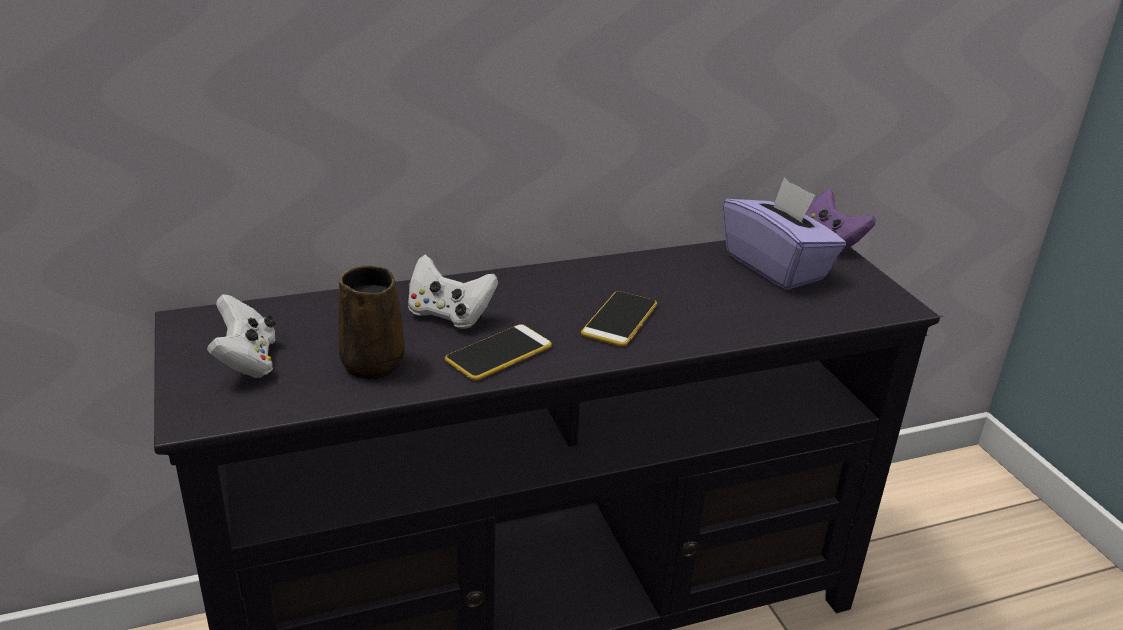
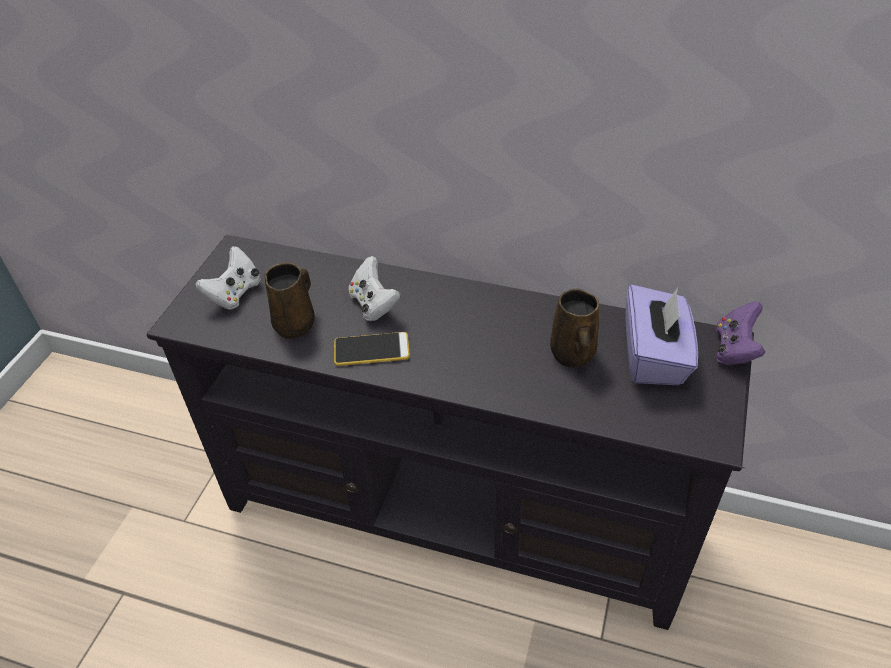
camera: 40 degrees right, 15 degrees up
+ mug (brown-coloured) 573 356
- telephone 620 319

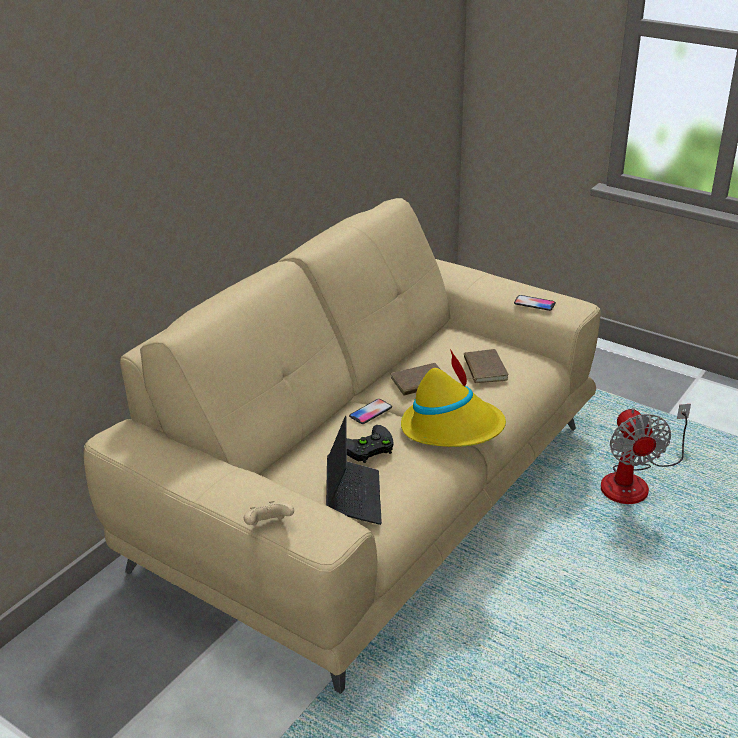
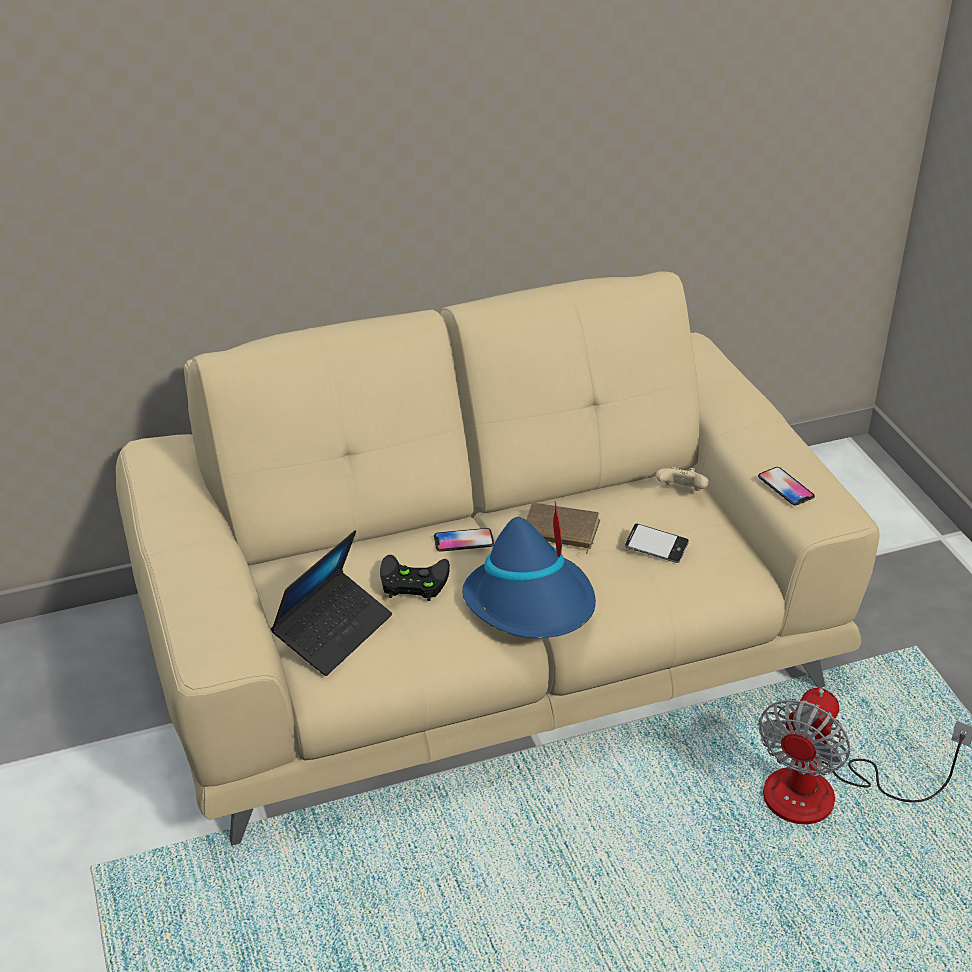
camera: 35 degrees right, 5 degrees up
~ wearable hat (yellow-coloured) 452 428 to wearable hat (blue) 531 604
~ volume (brown-coloured) 483 369 to telephone 656 547
~ joypad (beige) 268 526 to 682 492

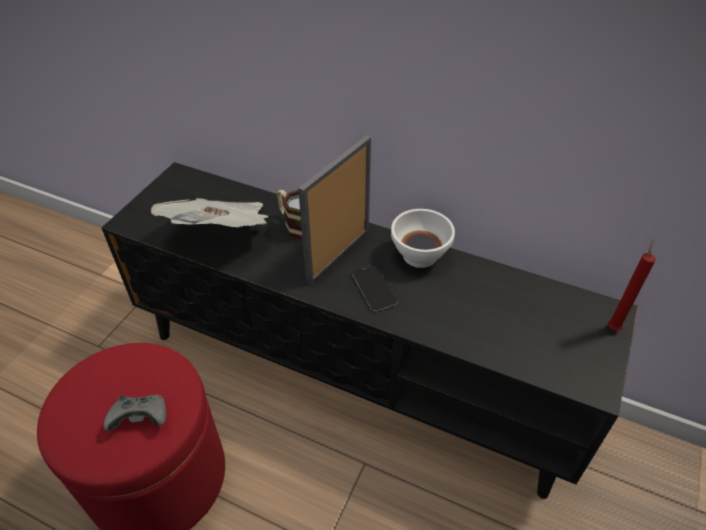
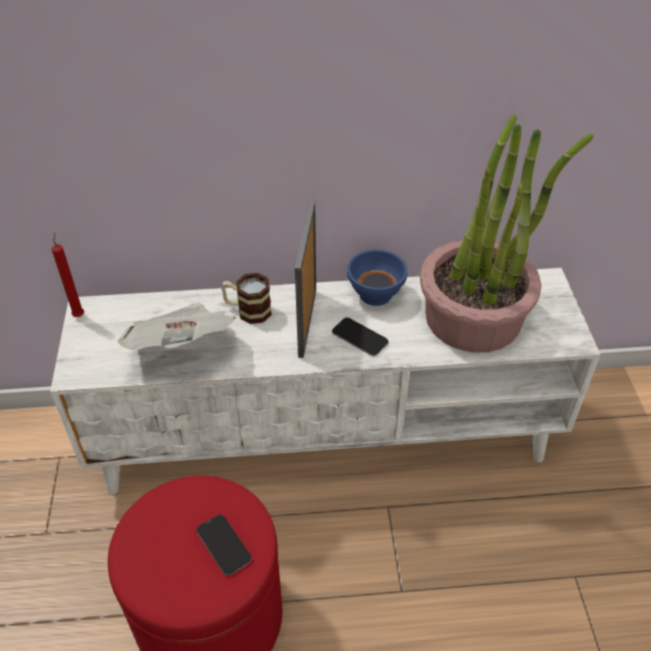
camera: 30 degrees left, 0 degrees up
~ tv unit (black-coloured) 355 373 to tv unit (white-coloured) 327 435
~ wax light (red-coloured) 613 327 to 79 315
~ joypad (greyish) 141 419 to telephone 224 545
~ bowl (white-coloured) 418 255 to bowl (blue) 374 294
+ plant in a pot 474 317

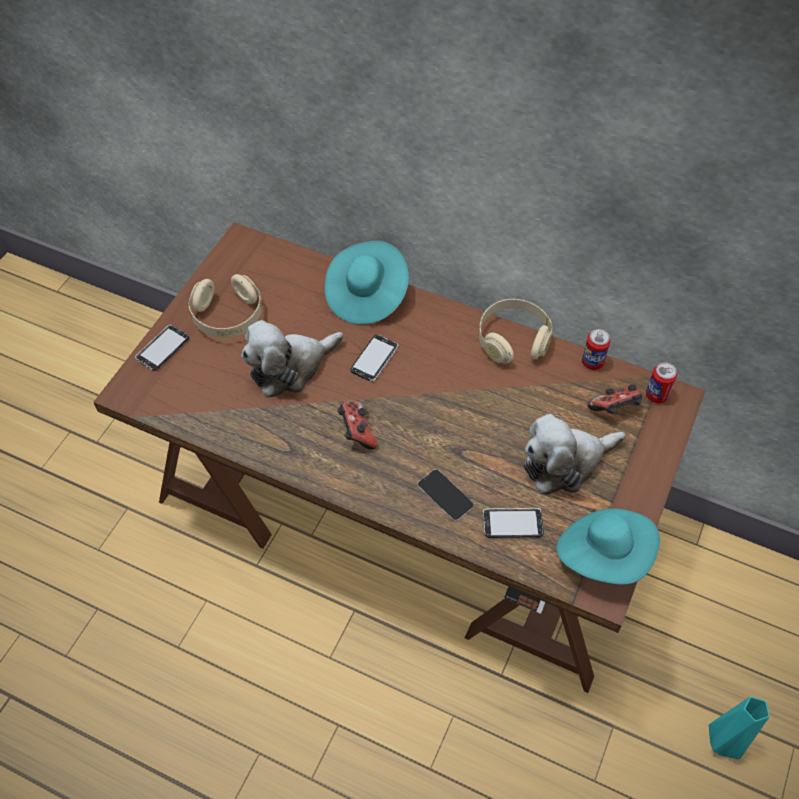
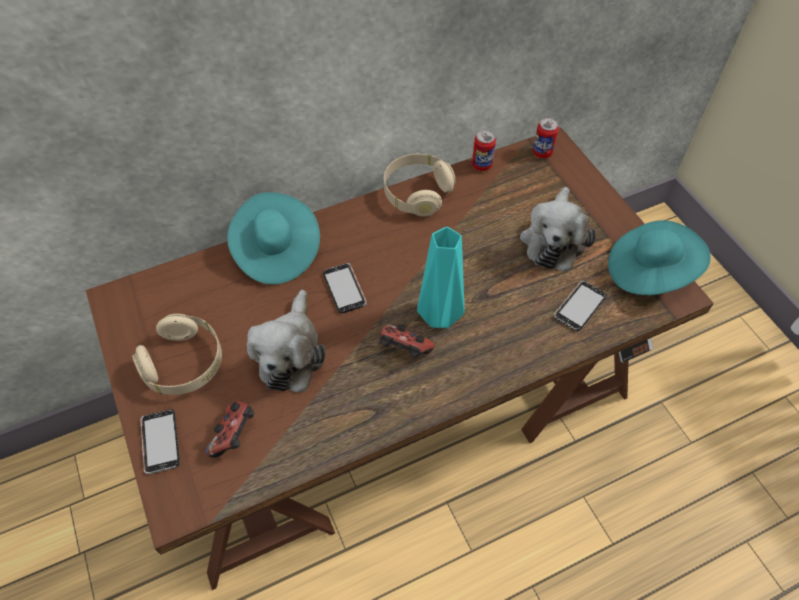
camera: 50 degrees left, 0 degrees up
~ joypad 614 409 to 235 435
~ flower vase (turquoise-coloured) 725 742 to 441 315
- telephone 445 495

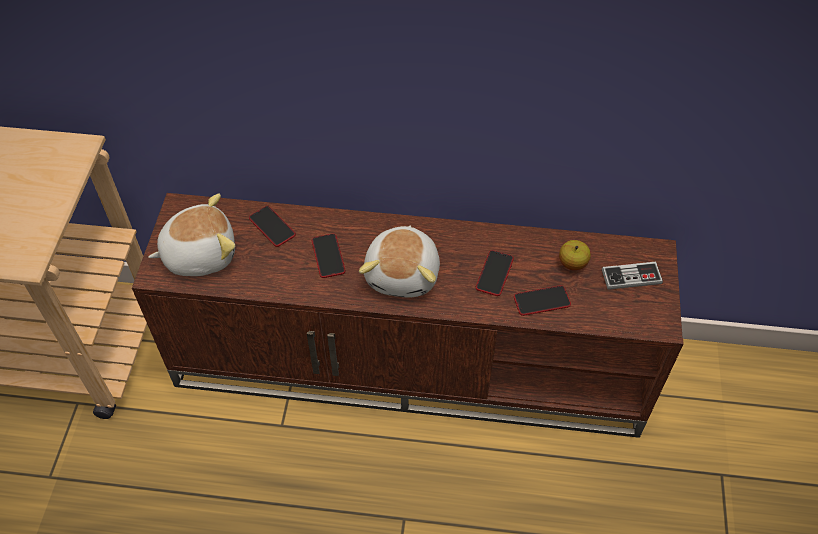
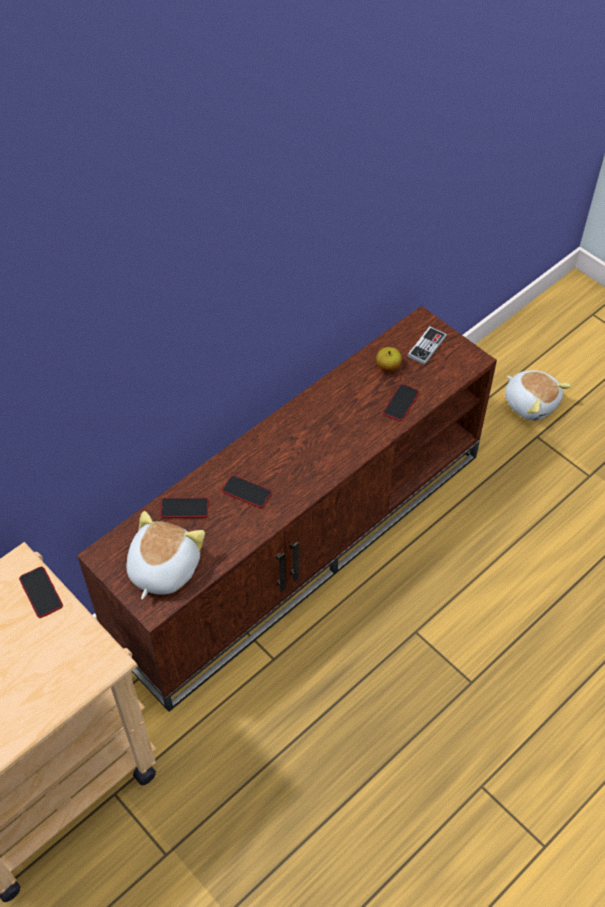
camera: 50 degrees left, 0 degrees up
~ telephone 494 273 to 41 592
~ soft toy 404 273 to 531 403

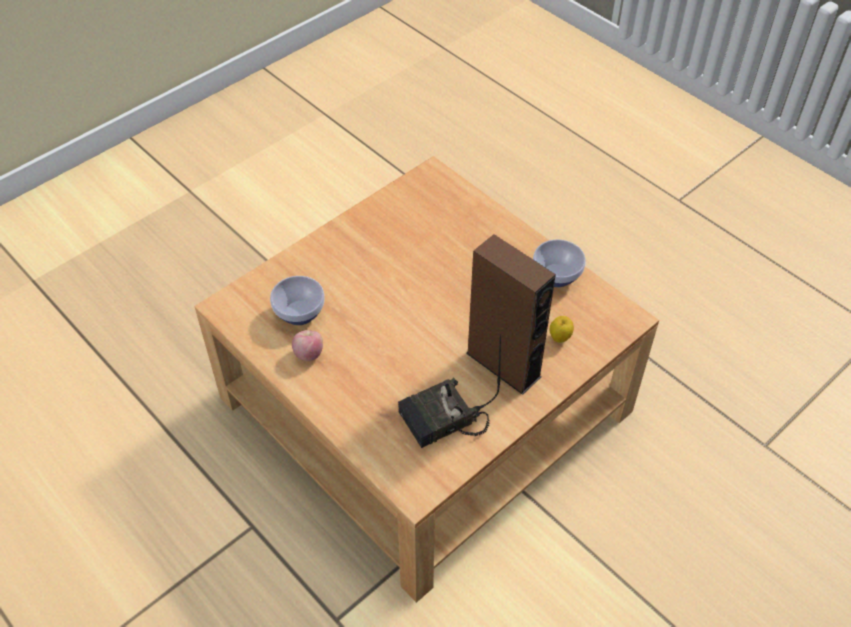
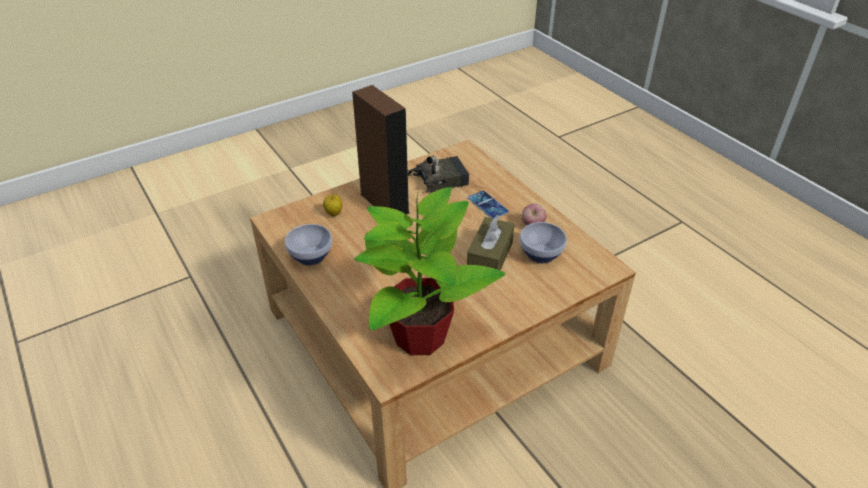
camera: 170 degrees left, 10 degrees down
+ plant in a pot 420 335
+ box of tissues (brown-coloured) 490 256
+ telephone 488 205

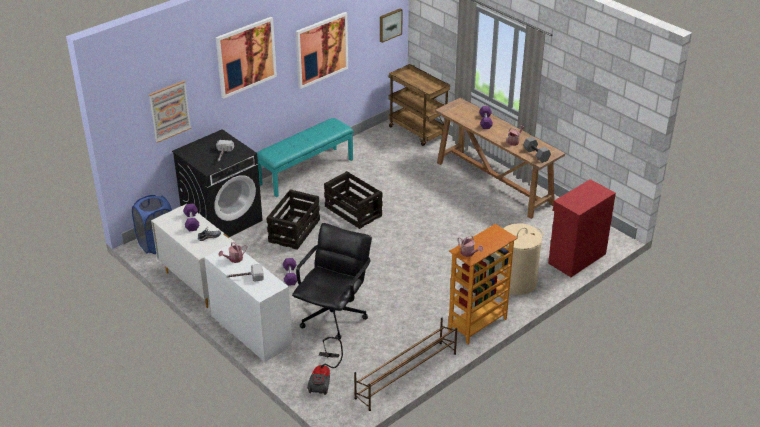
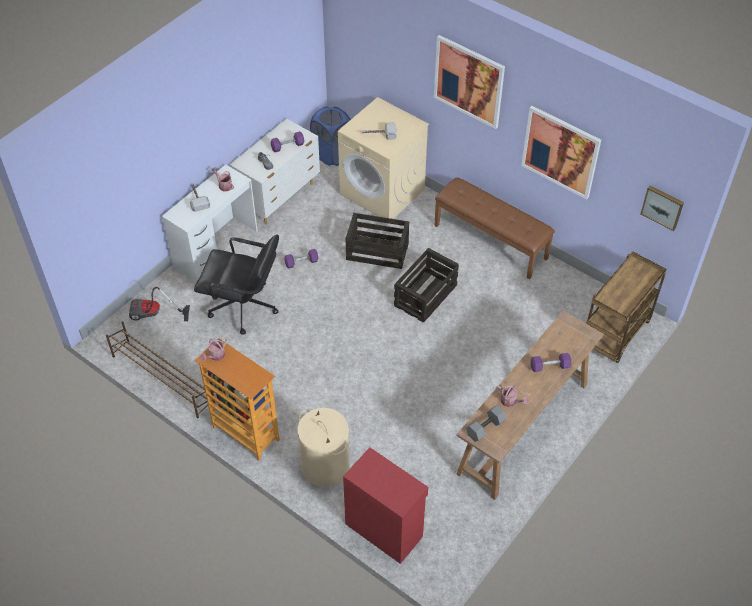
camera: 80 degrees right, 15 degrees up
~ laundry appliance (black-coloured) 222 220 to laundry appliance (beige) 383 192
~ indoor bench (turquoise-coloured) 306 171 to indoor bench (brown-coloured) 491 241
- wall art 169 111

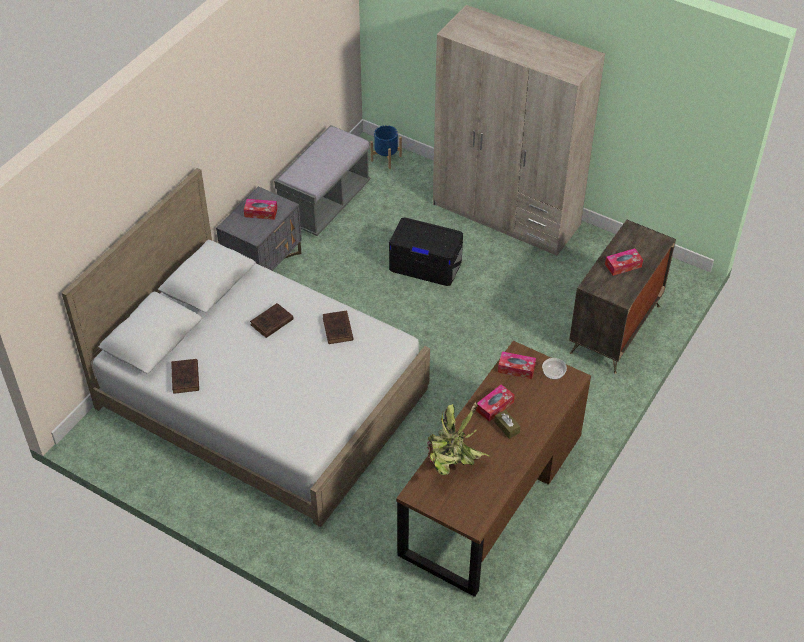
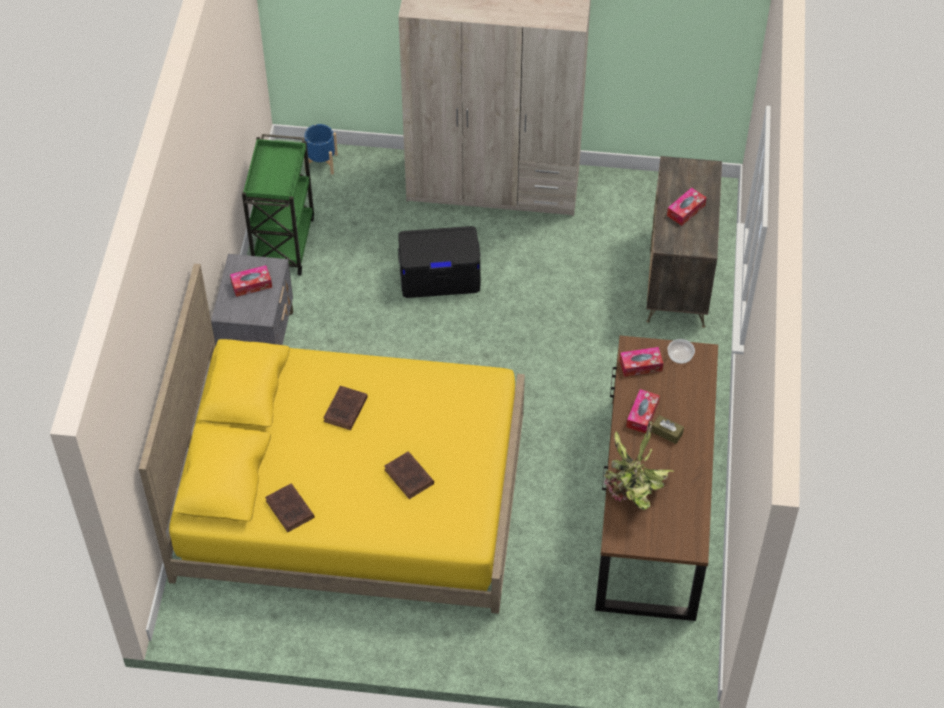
camera: 25 degrees left, 5 degrees up
~ bedroom bed (white-coloured) 263 397 to bedroom bed (yellow-coloured) 351 495
~ indoor bench (greyish) 325 203 to trolley (green) 283 242
~ volume (brown-coloured) 338 330 to 409 477

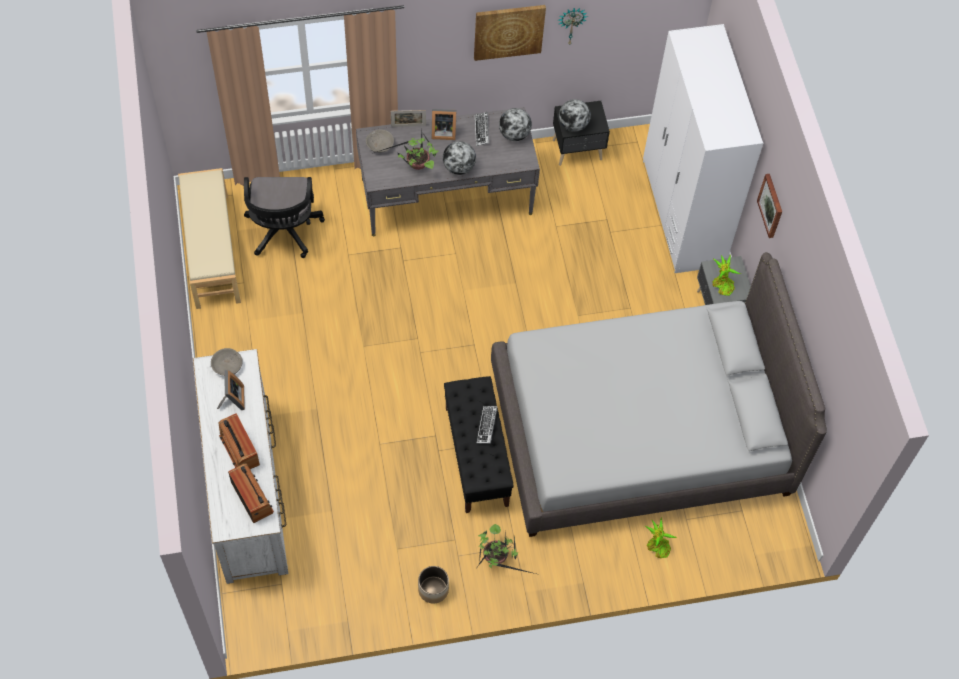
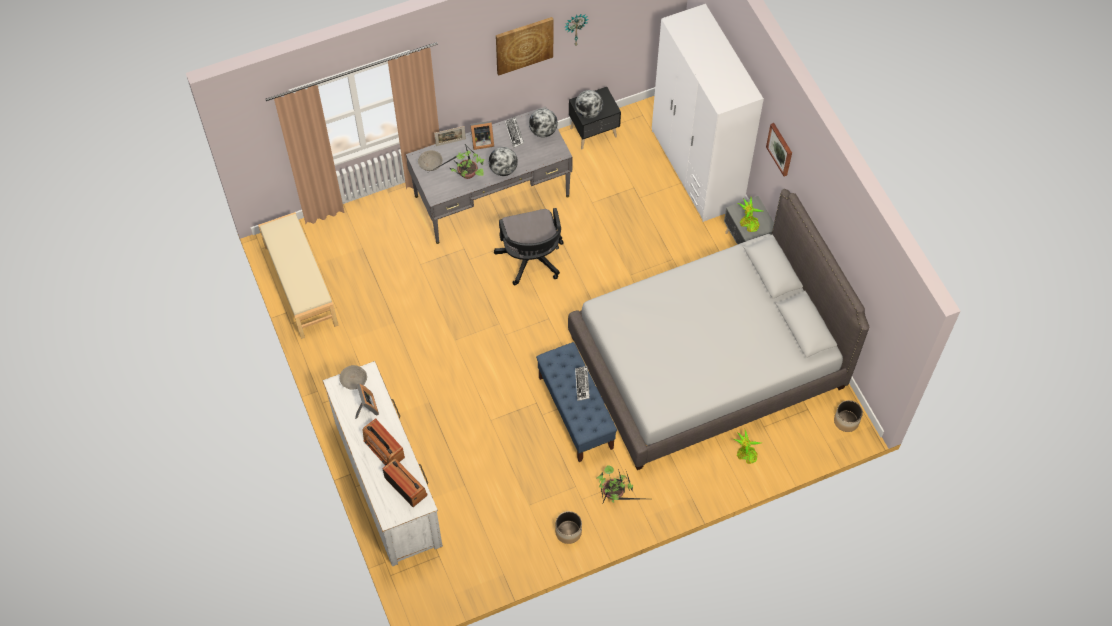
camera: 10 degrees left, 0 degrees up
~ desk chair (black-coloured) 283 233 to 531 260
~ indoor bench (black-coloured) 476 456 to indoor bench (blue) 576 413
+ planter 846 421

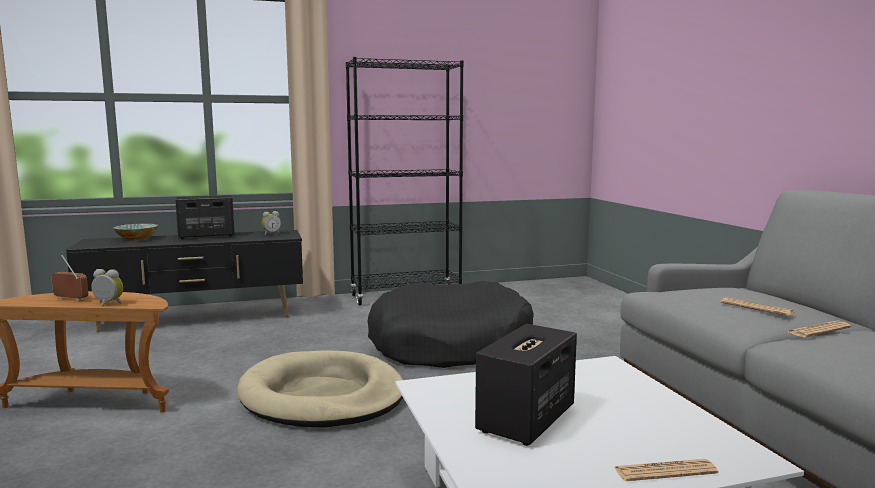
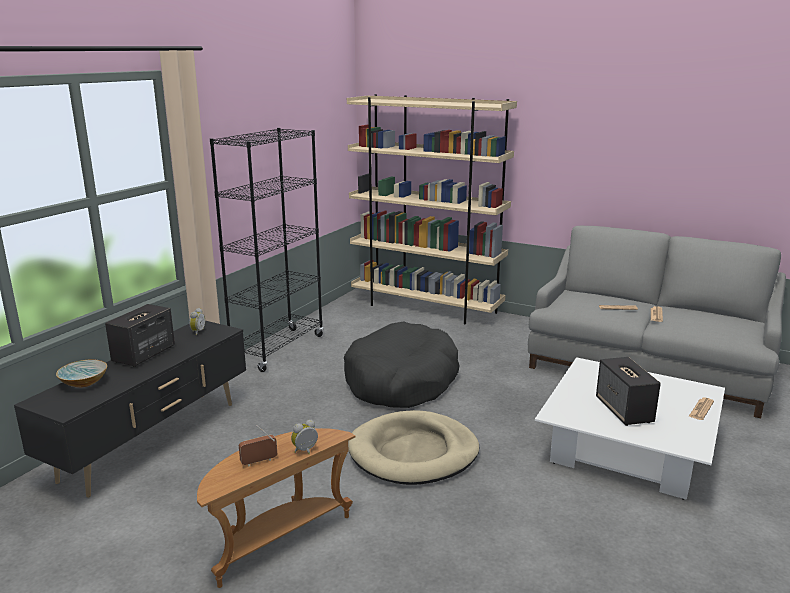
camera: 45 degrees left, 10 degrees up
+ bookcase (beige) 426 308

